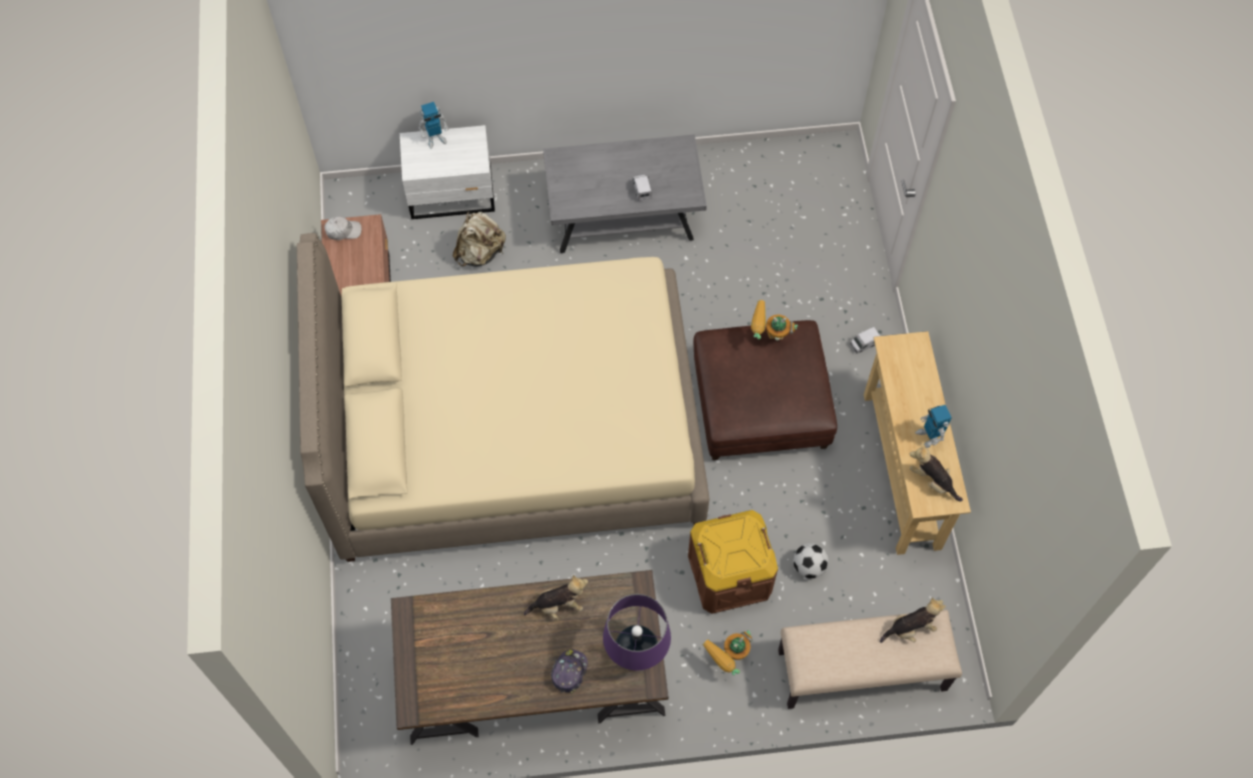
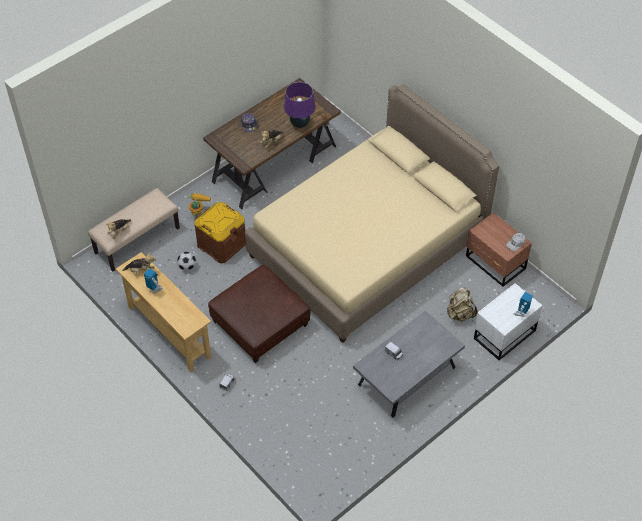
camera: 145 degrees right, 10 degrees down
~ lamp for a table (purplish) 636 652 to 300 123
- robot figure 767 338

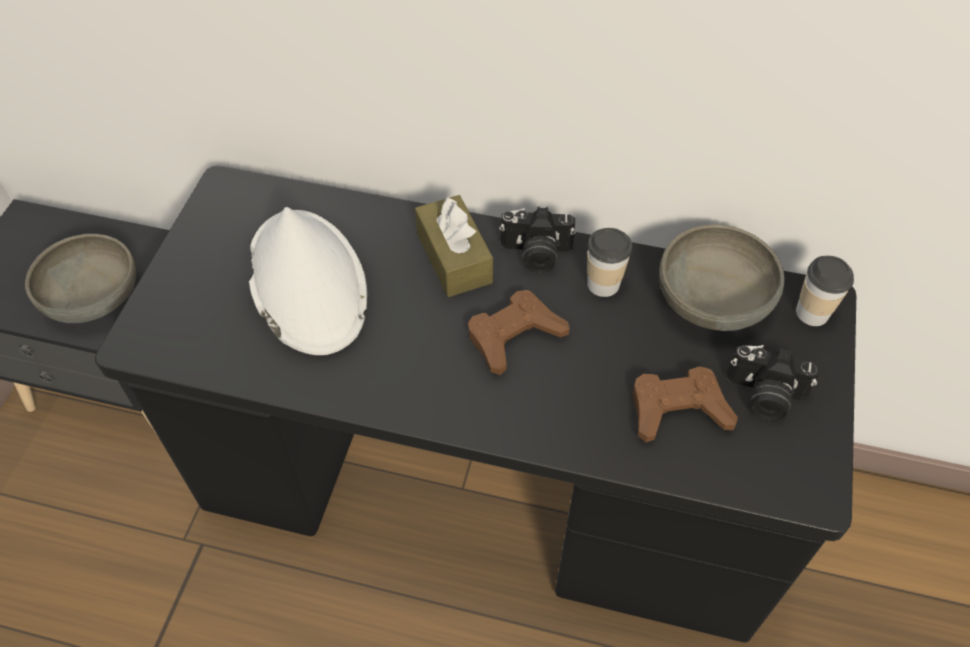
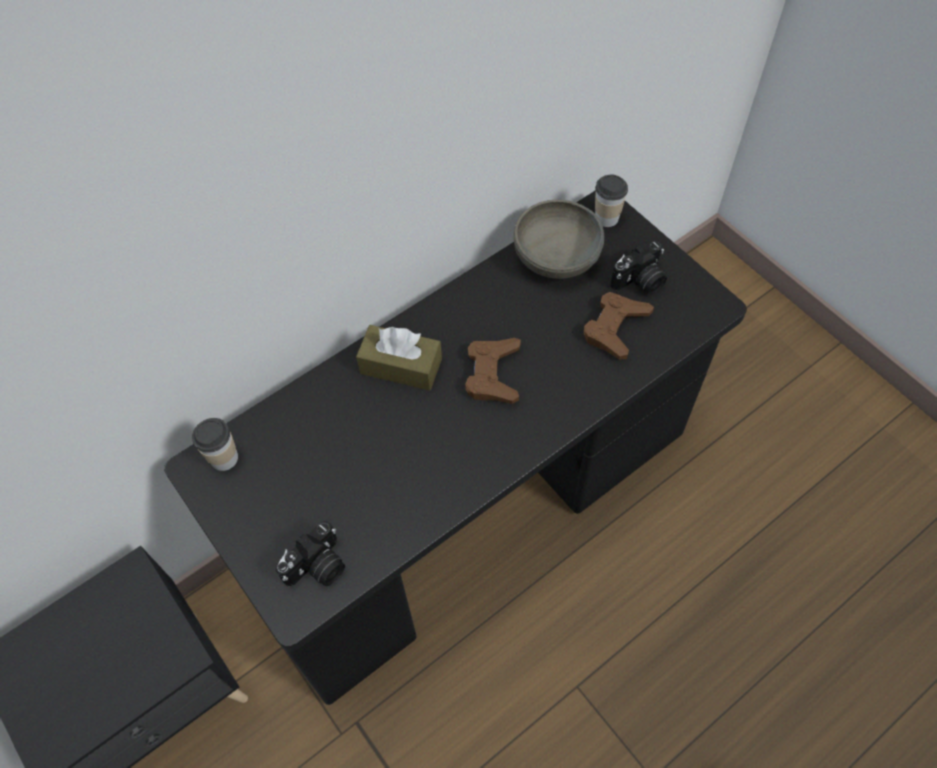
camera: 50 degrees left, 5 degrees up
~ drinking cup 603 284 to 224 458
~ photo camera 535 254 to 318 567
- bowl (greyish) 93 297
- wearable hat (white-coloured) 306 282

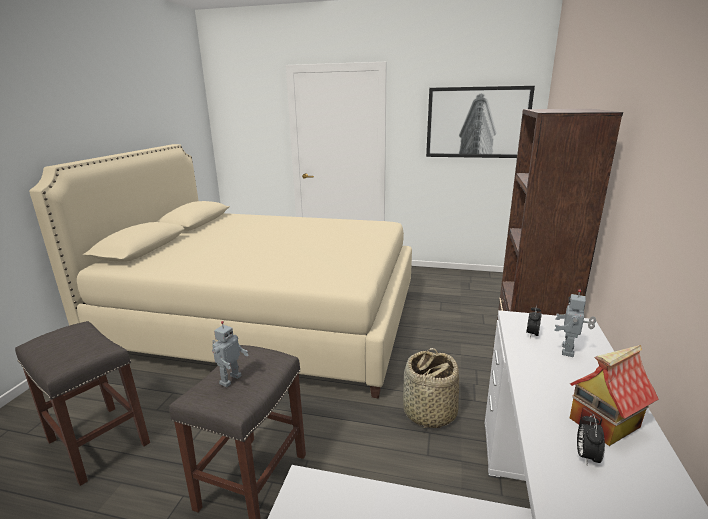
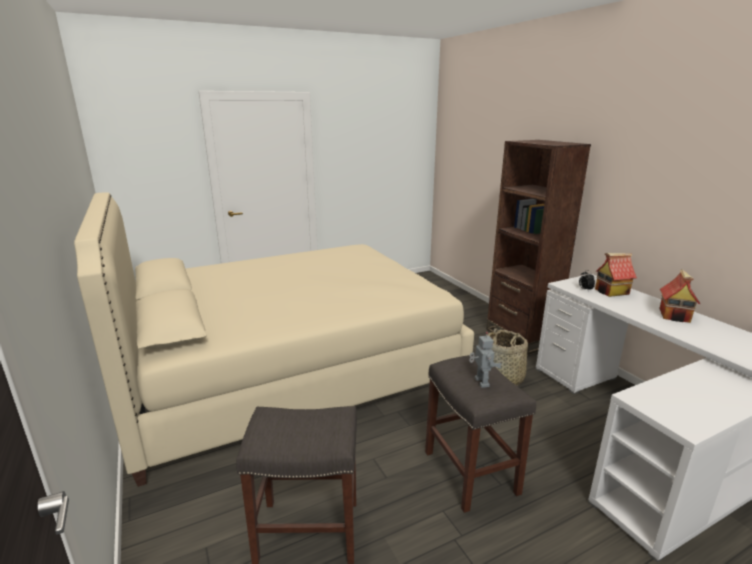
camera: 40 degrees left, 0 degrees up
~ robot figure 569 351 to model house 611 292
- wall art 477 122
- bedside clock 586 456

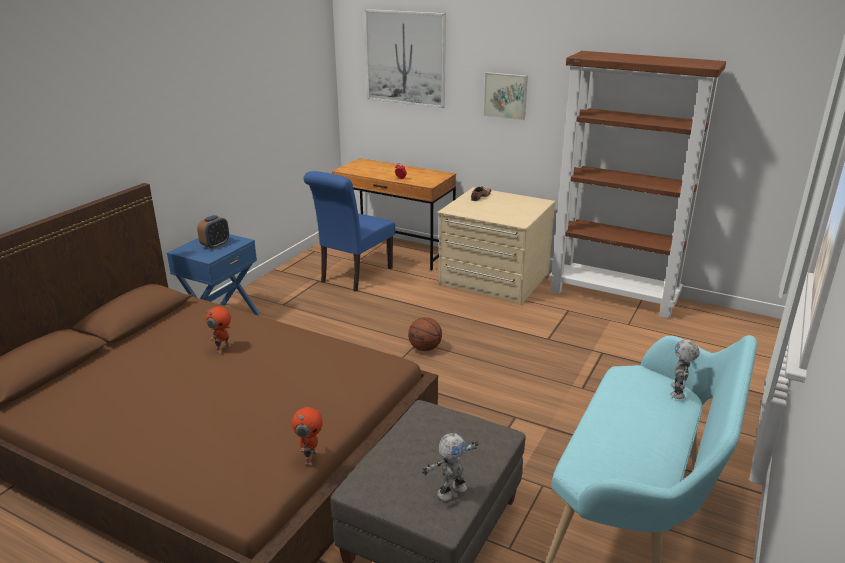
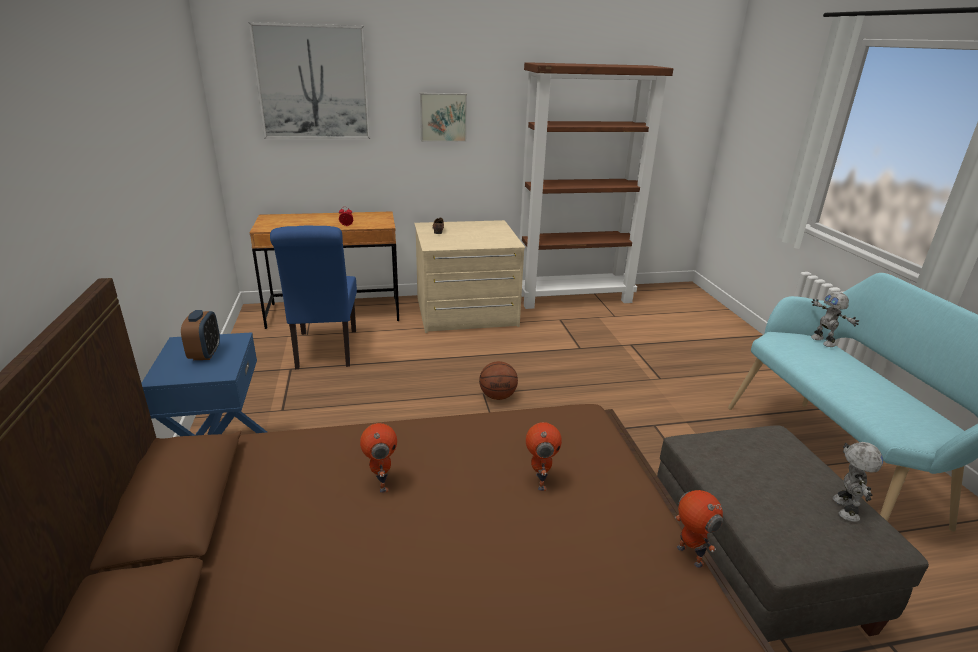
camera: 40 degrees left, 0 degrees up
+ robot figure 539 481

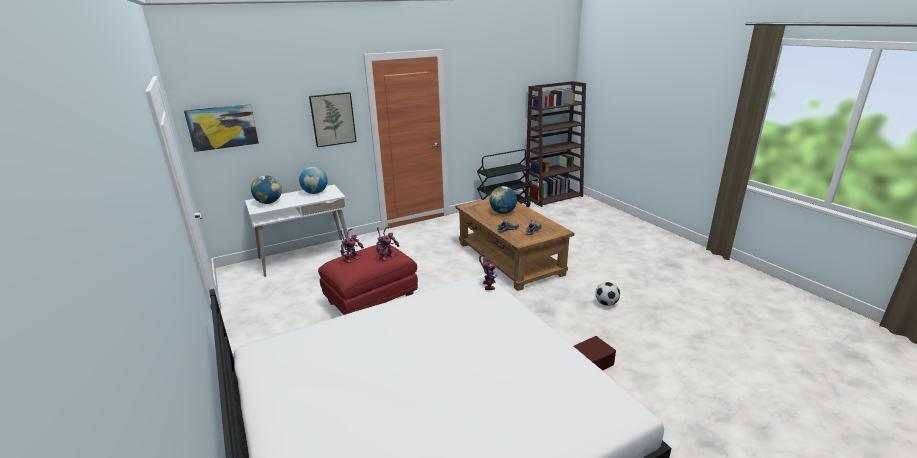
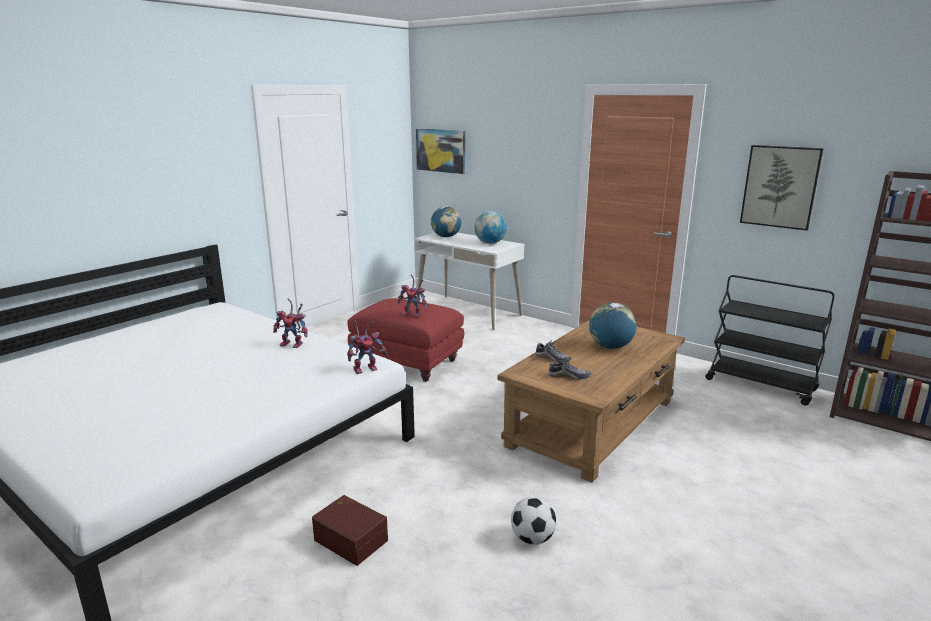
camera: 65 degrees right, 5 degrees down
~ robot figure 351 259 to 294 344
~ wall art 333 119 to 780 187

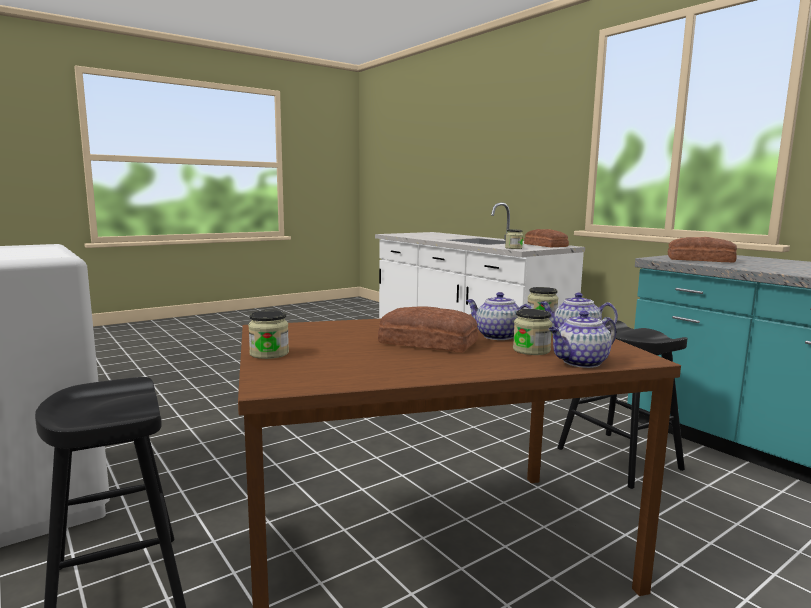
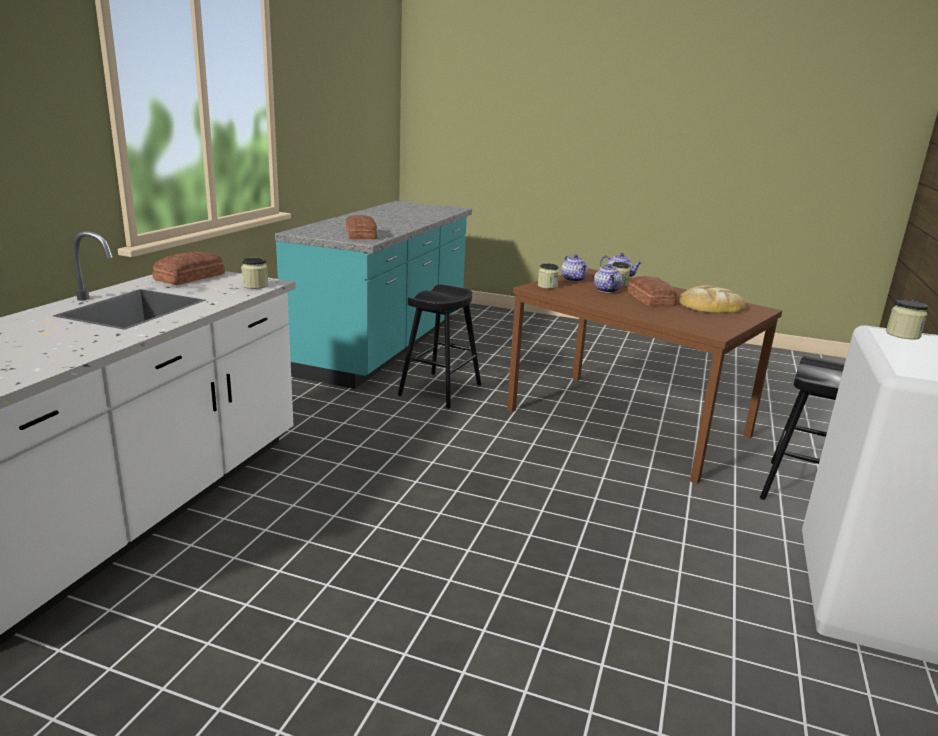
camera: 125 degrees left, 10 degrees up
+ bread 709 306
~ storage jar 269 353 to 902 334

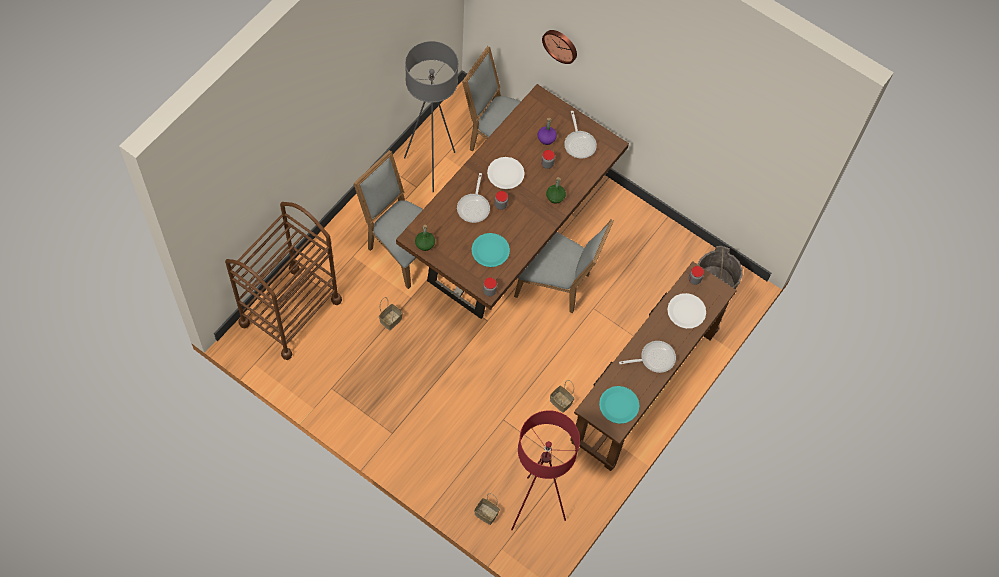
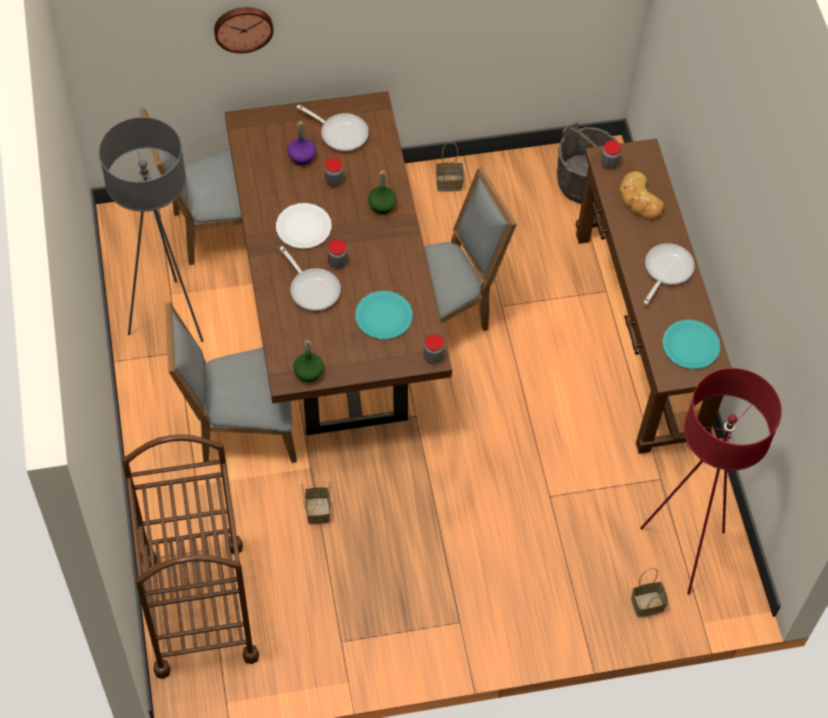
camera: 45 degrees left, 5 degrees down
~ household basket 561 402 to 450 182
~ dinner plate (white-coloured) 686 311 to bread 639 199

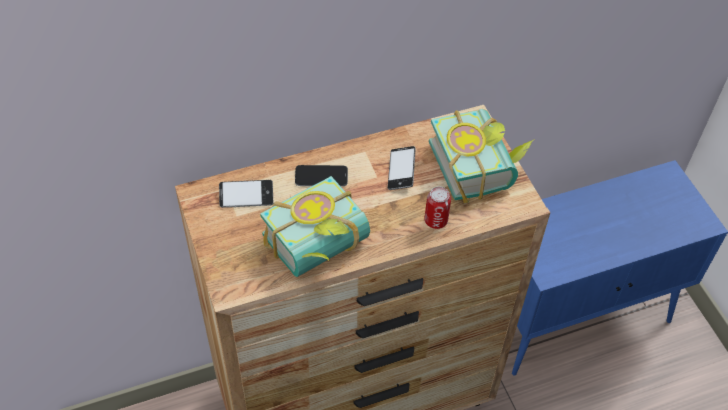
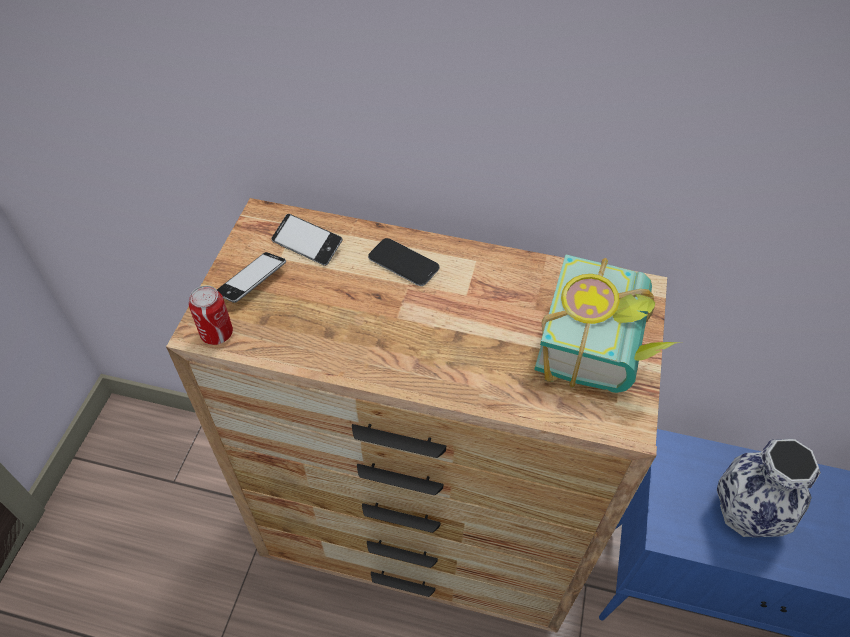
camera: 35 degrees right, 0 degrees up
~ metal can 436 220 to 217 333
~ telephone 401 171 to 252 281
+ flower vase 744 513
- volume 321 249

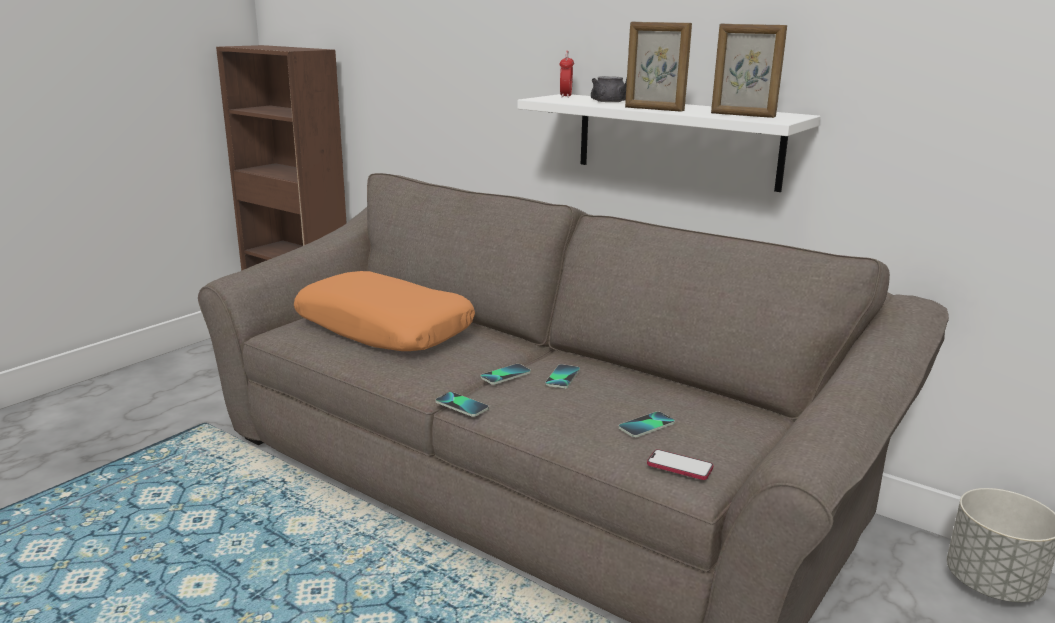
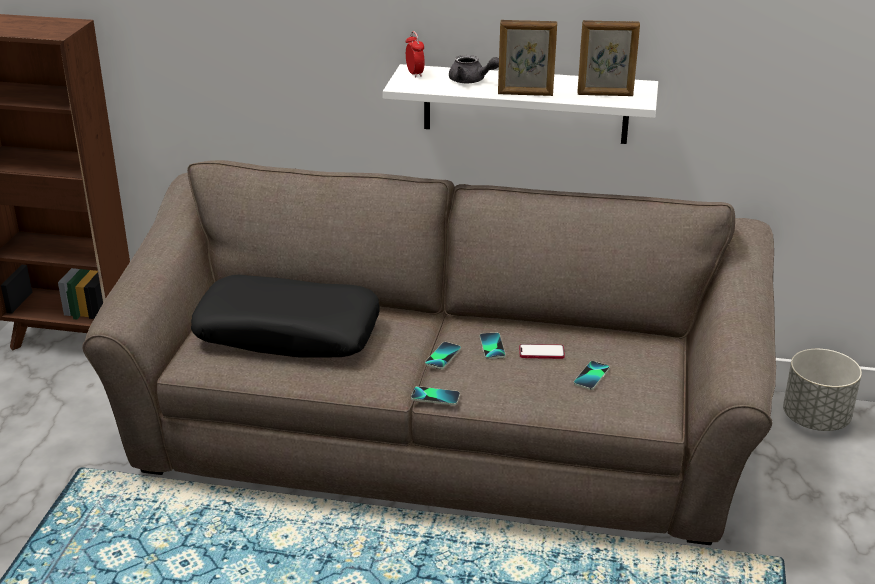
camera: 25 degrees left, 10 degrees up
~ throw pillow (orange-coloured) 385 328 to throw pillow (black-coloured) 288 333
~ telephone 679 466 to 541 353

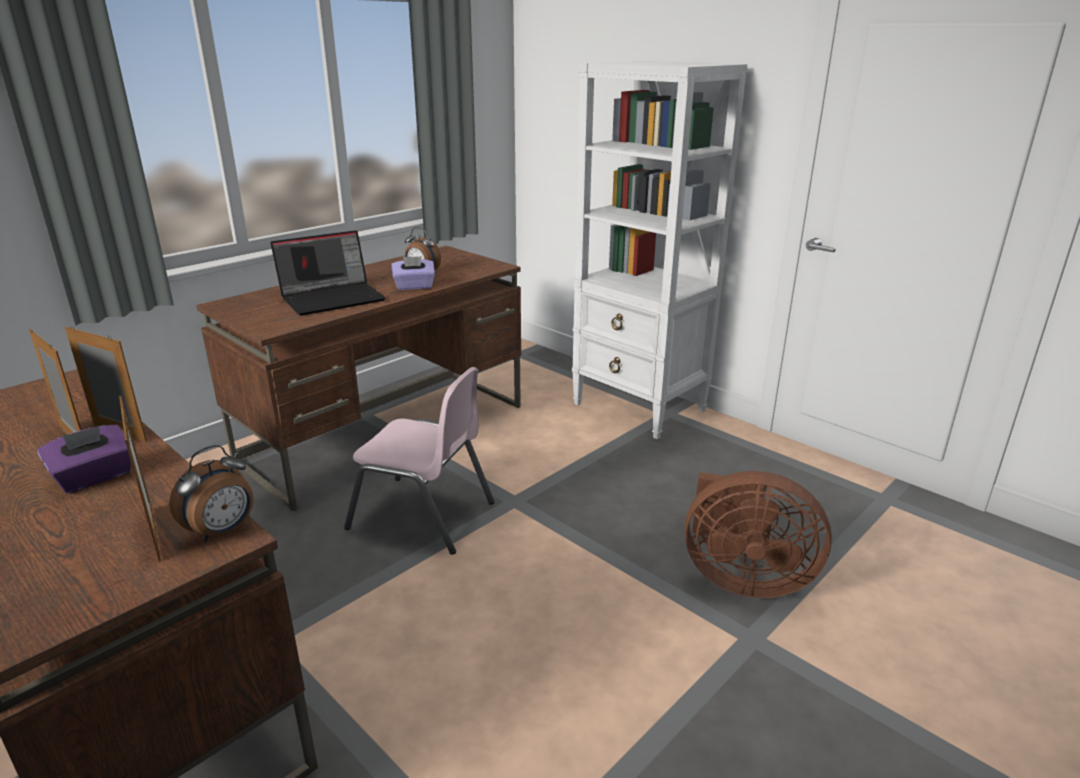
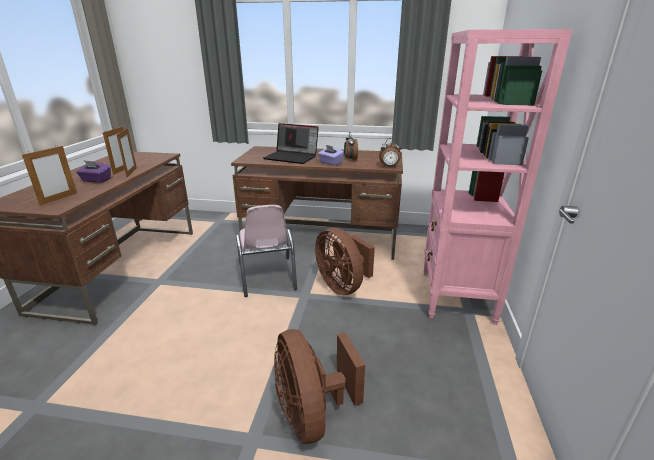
camera: 55 degrees right, 0 degrees up
+ cooling fan (brown-coloured) 343 286
~ bedside clock 223 532 to 389 167
~ bookcase (white-coloured) 639 408 to bookcase (pink-coloured) 456 297

